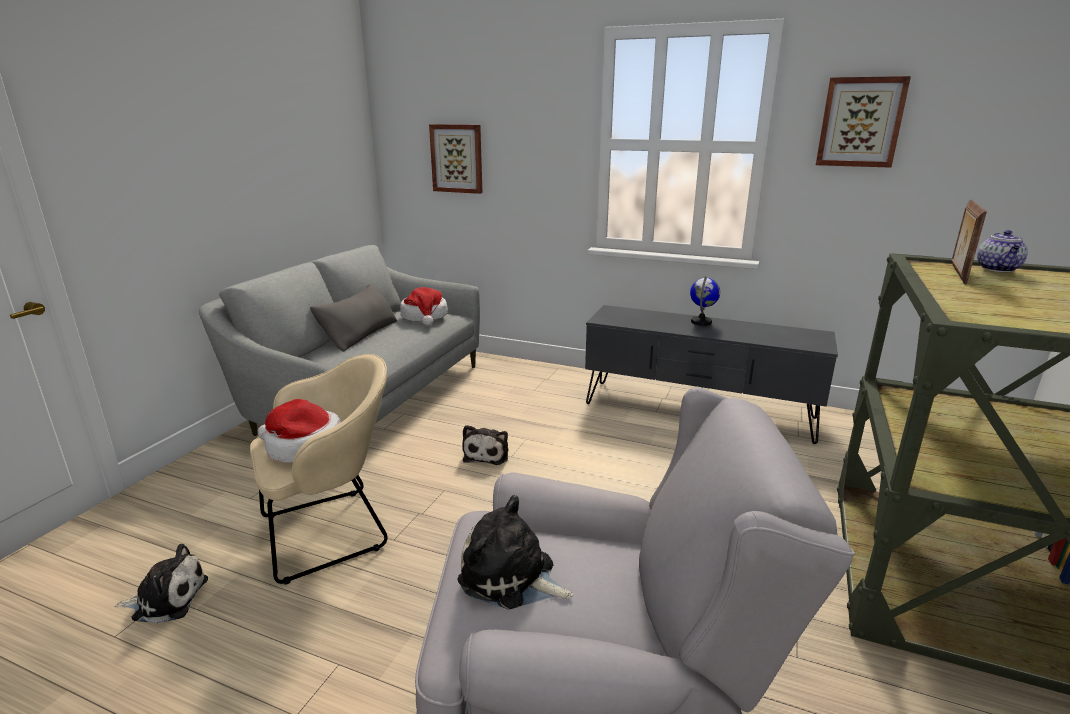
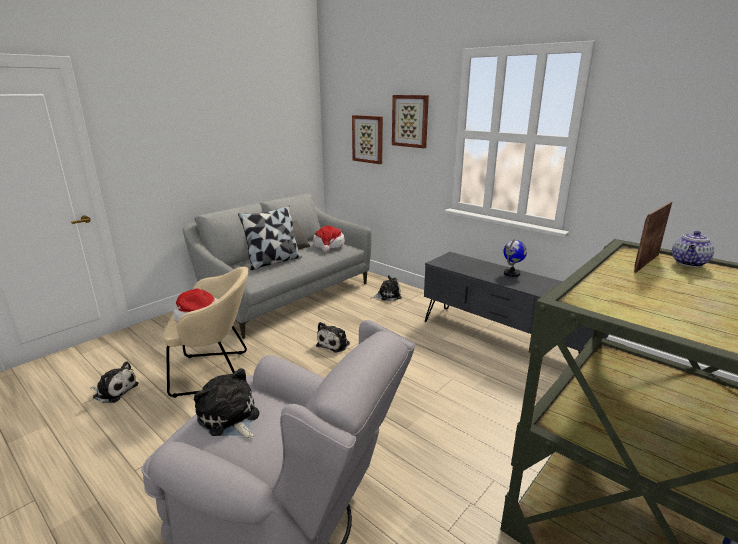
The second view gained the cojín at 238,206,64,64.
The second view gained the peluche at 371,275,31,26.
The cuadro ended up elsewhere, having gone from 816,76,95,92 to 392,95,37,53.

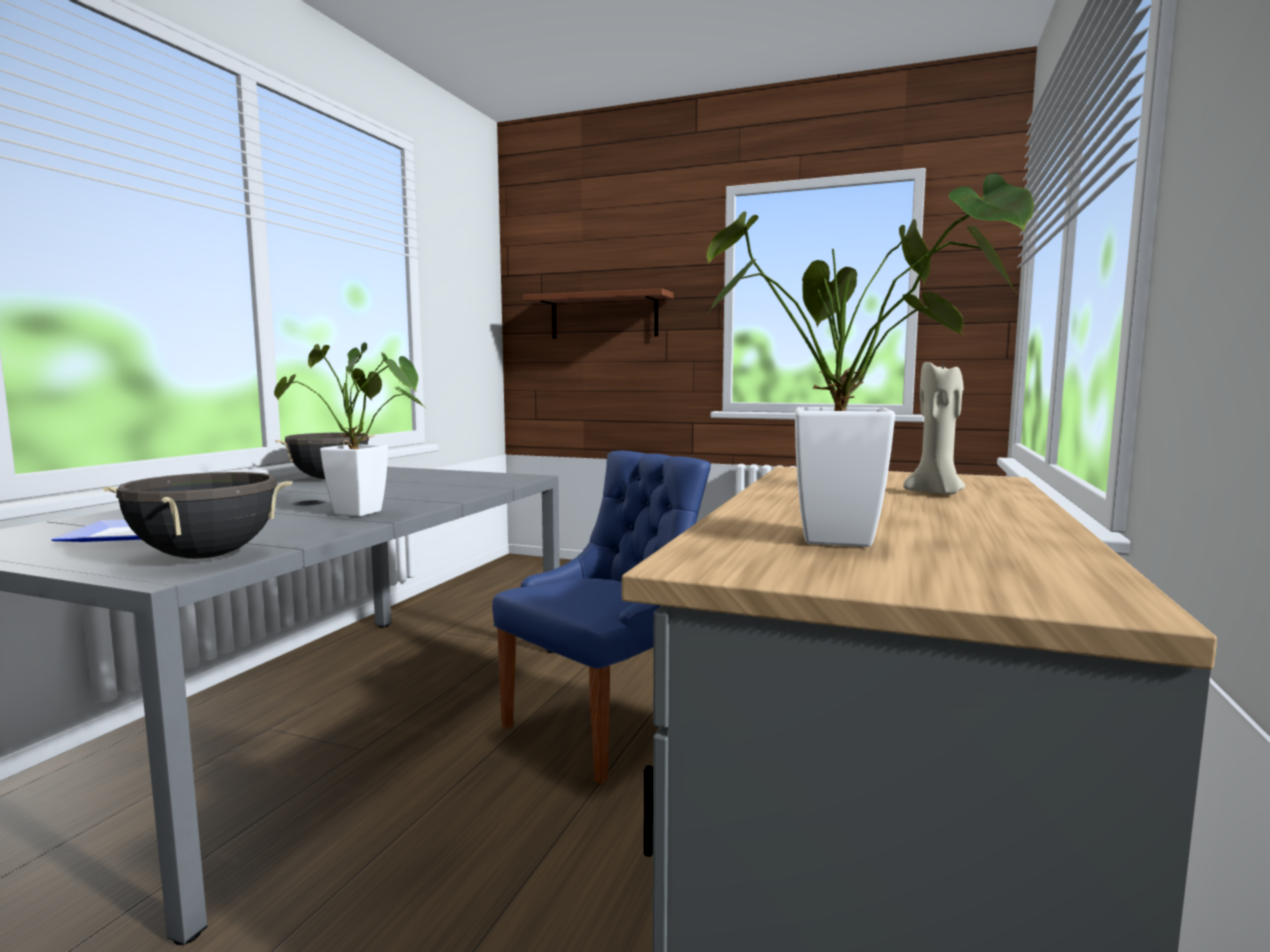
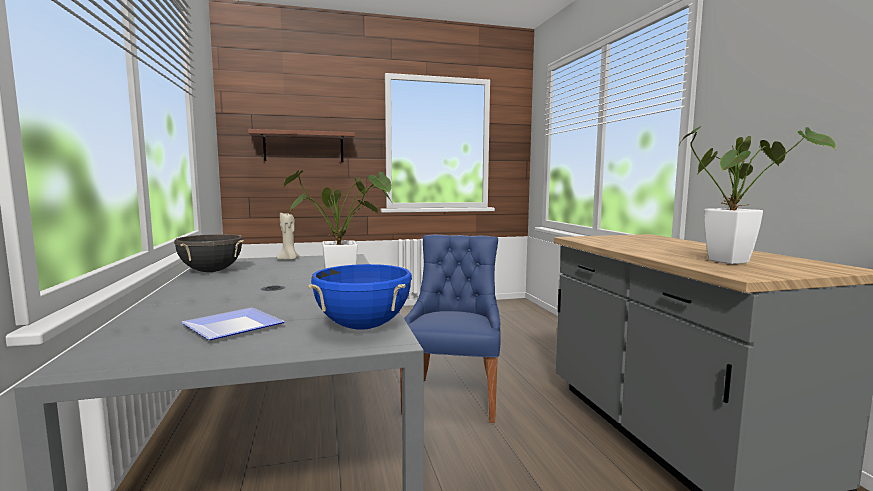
The vela/beis ended up elsewhere, having gone from 903,359,63,136 to 277,213,23,47.
What was the olla/negro at 103,472,190,87 turned into the olla/azul at 307,264,105,66.

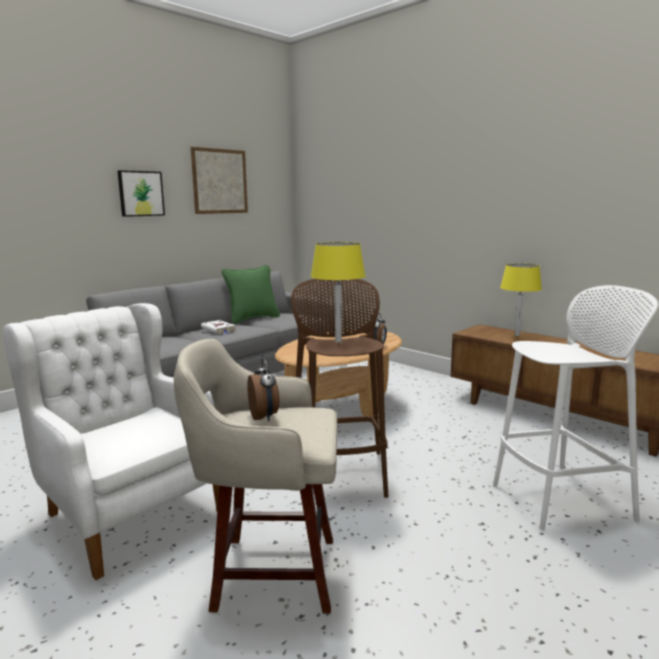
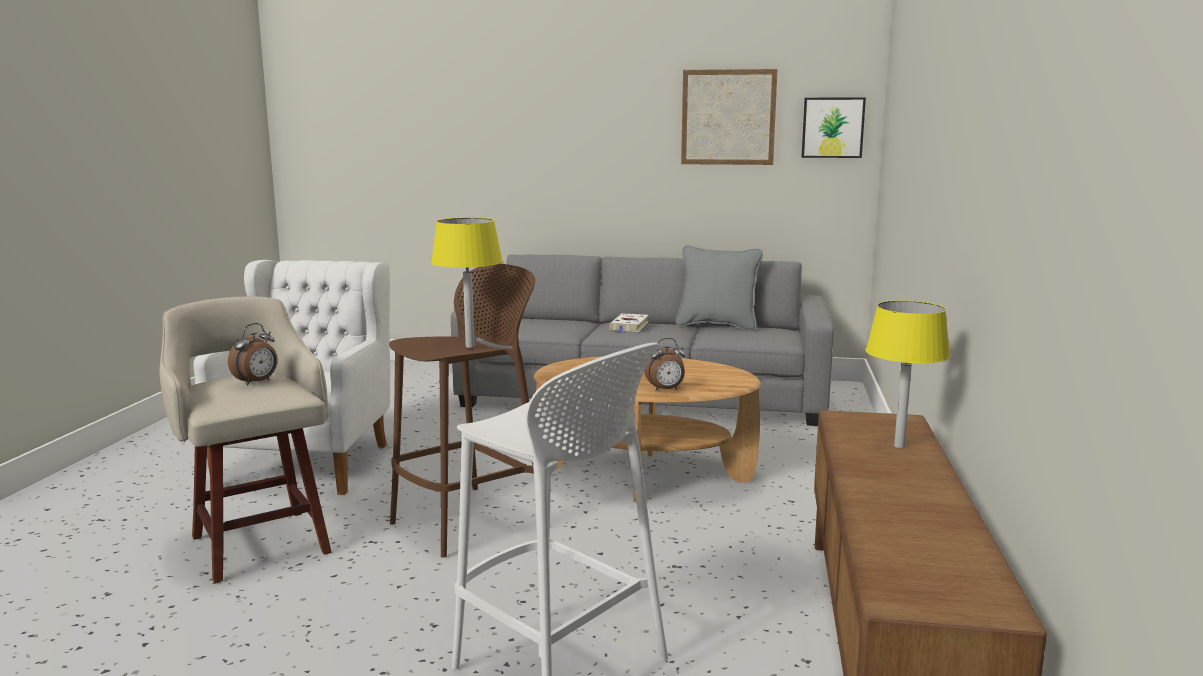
What was the cojín/verde at 221,265,59,59 turned into the cojín/gris at 676,245,87,86.
The cuadro ended up elsewhere, having gone from 118,170,47,47 to 802,97,64,61.

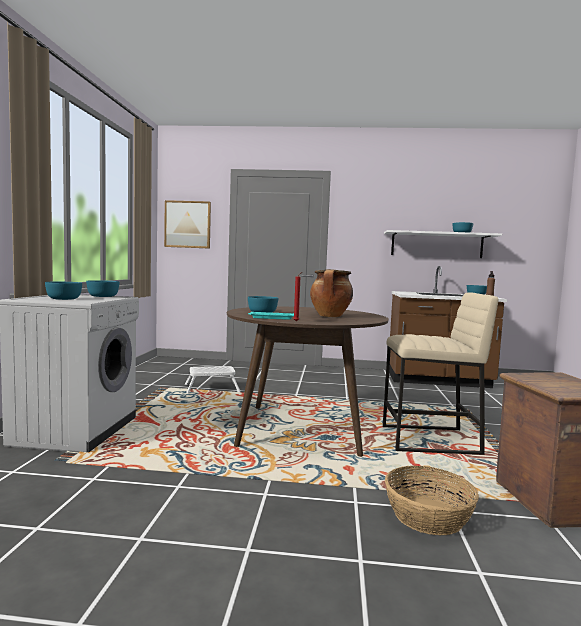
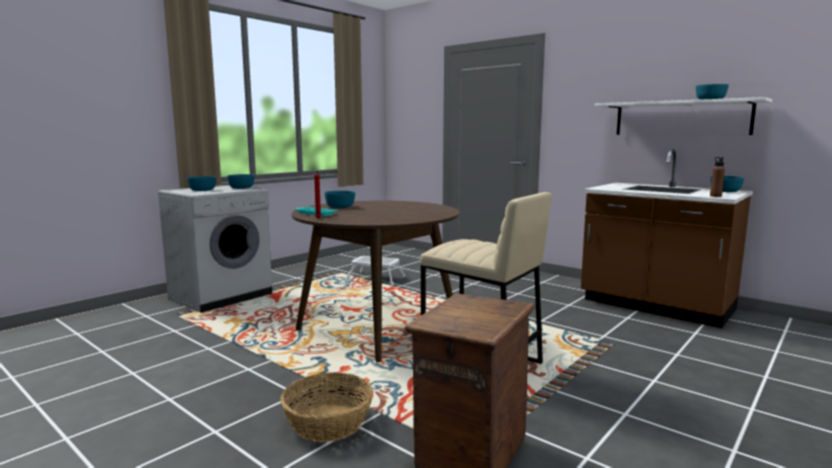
The second view lost the cuadro at 164,200,47,49.
The second view lost the olla at 310,269,43,48.

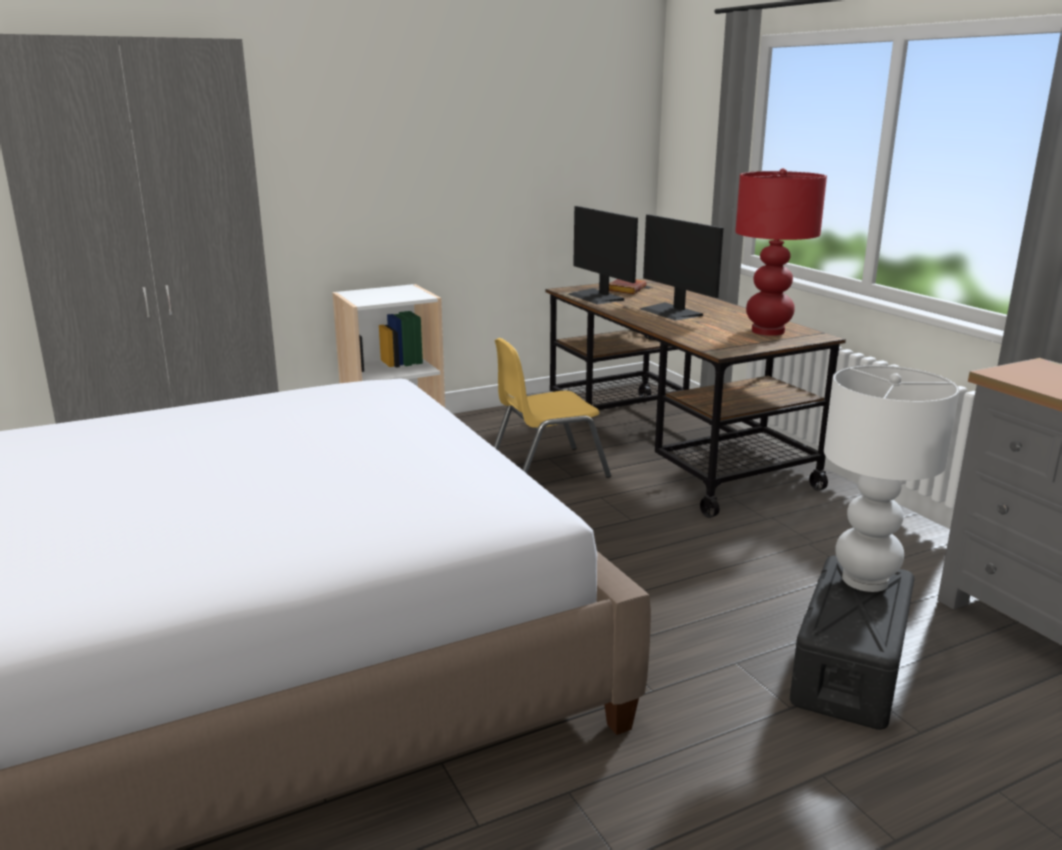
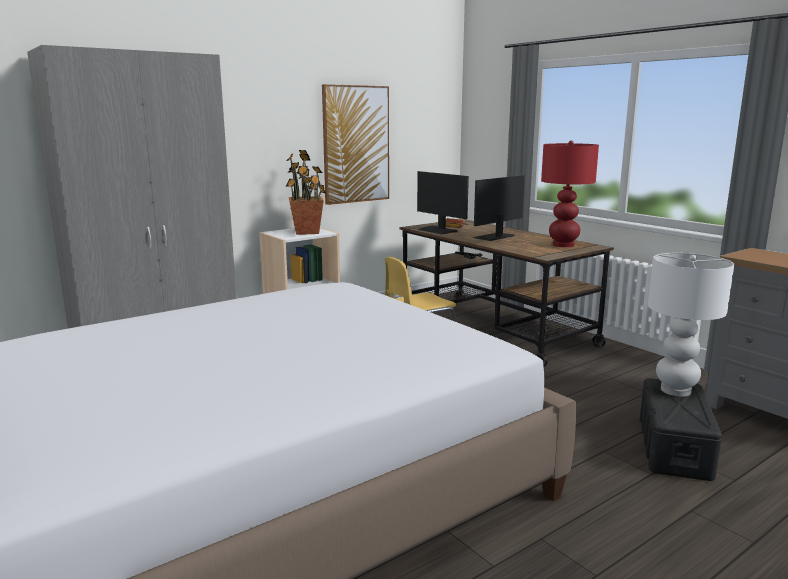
The second view gained the planta en maceta at 286,150,40,85.
The second view gained the cuadro at 322,84,67,121.
The monitor at 640,214,83,107 ended up facing another way, 90 degrees clockwise from before.

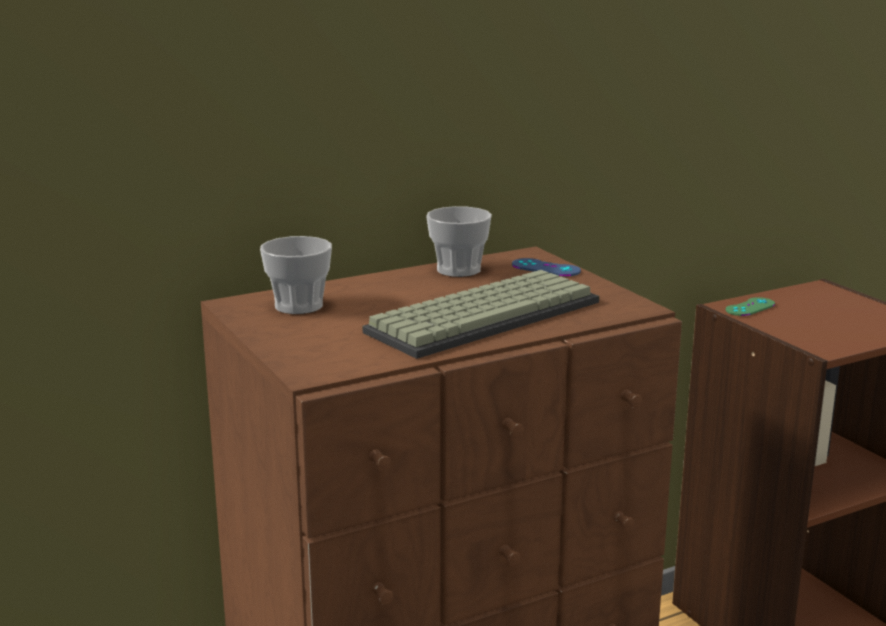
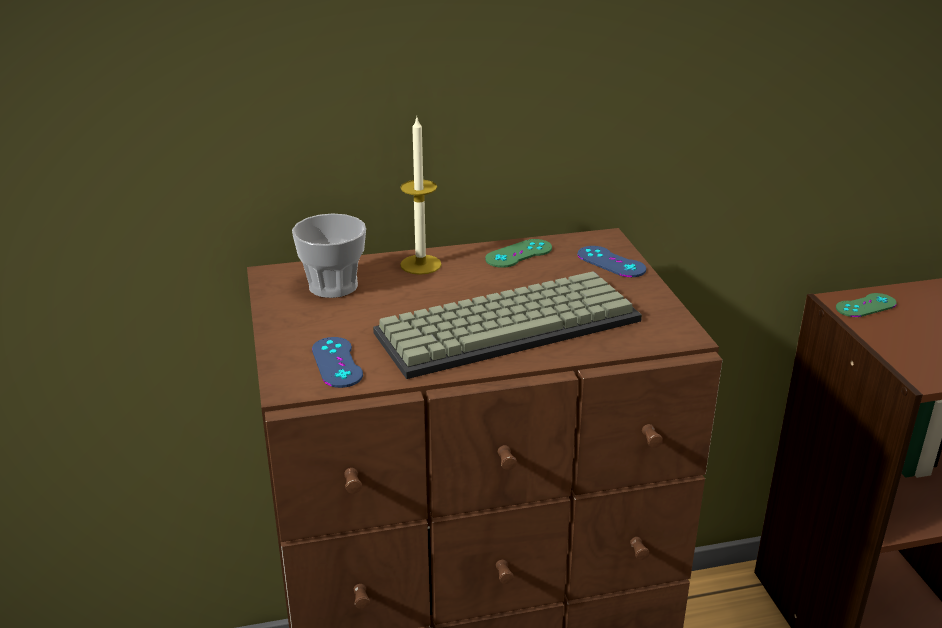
The second view gained the mando de consola/azul at 312,337,51,51.
The second view gained the vela at 400,118,42,157.
Where the taza stood at 426,206,66,71, the mando de consola/verde came to stand at 485,239,67,29.

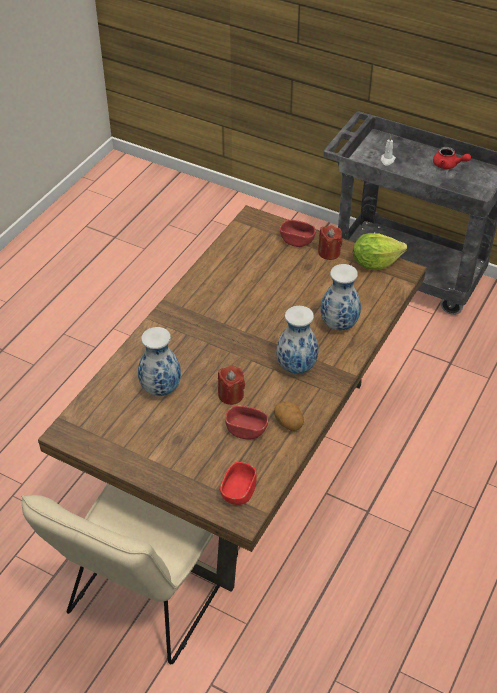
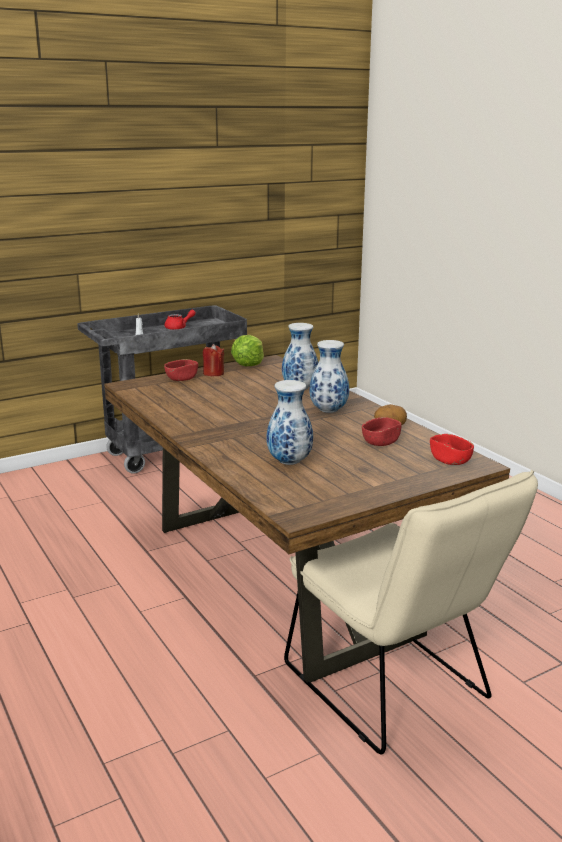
The second view lost the vela/rojo at 218,365,27,40.

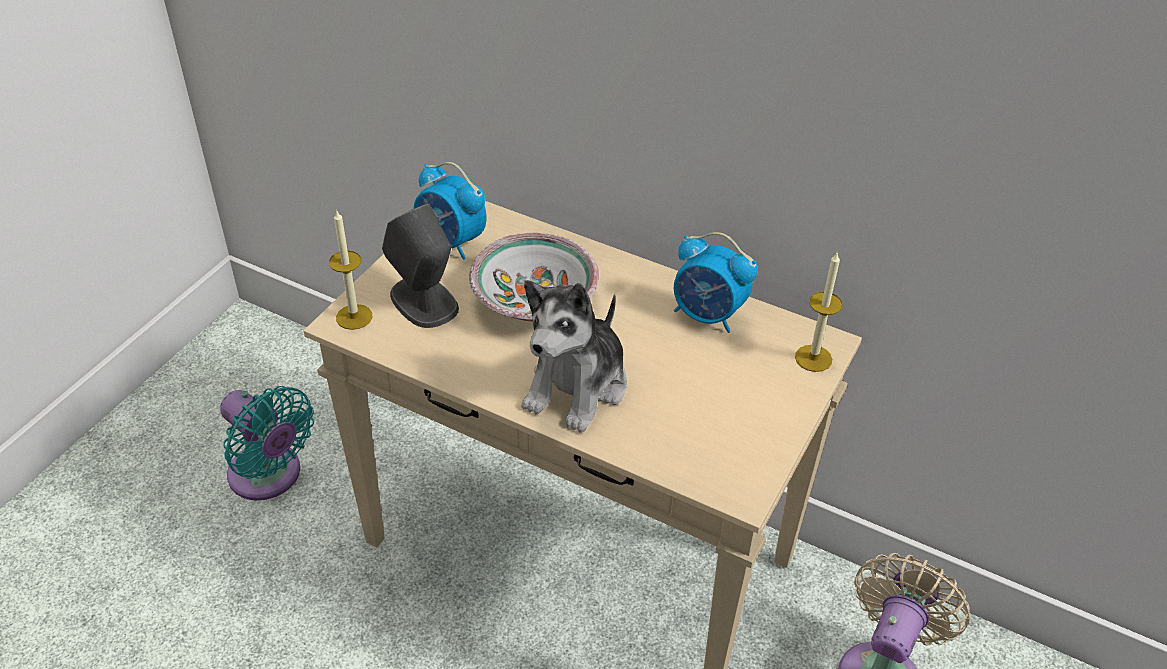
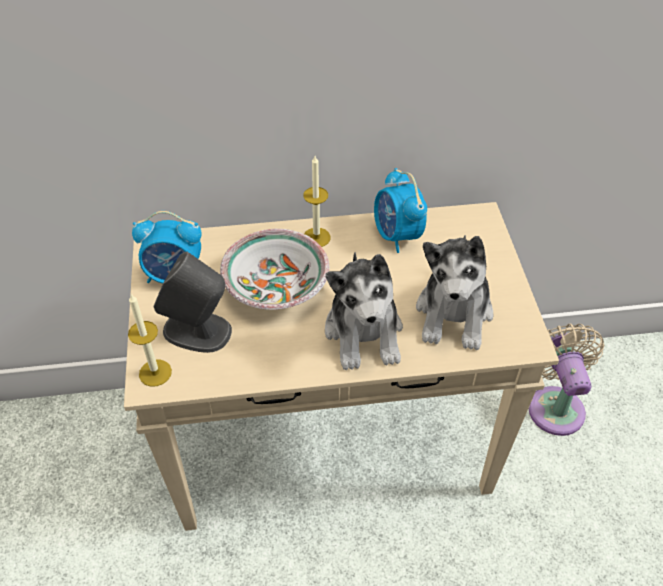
The vela ended up elsewhere, having gone from 795,253,48,119 to 303,156,27,91.
The despertador at 674,232,83,101 ended up facing another way, 75 degrees clockwise from before.
The second view gained the peluche at 416,235,77,115.
The second view lost the ventilador/turquesa at 220,386,94,115.

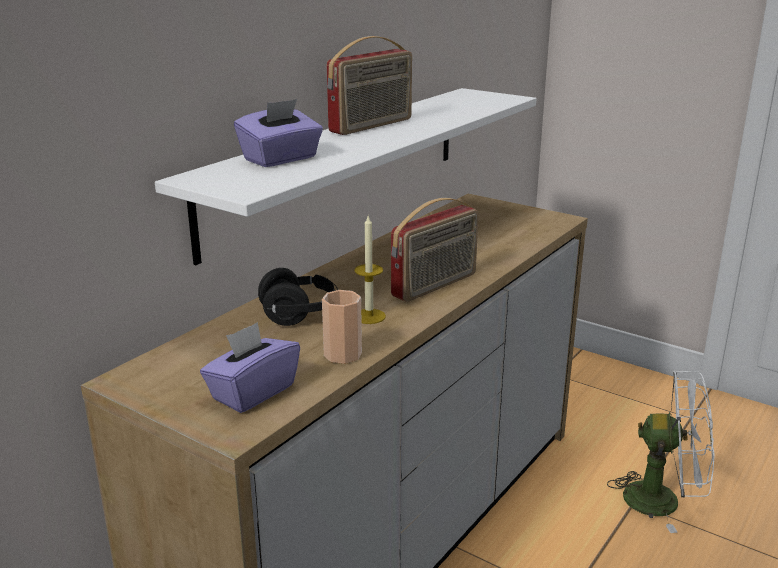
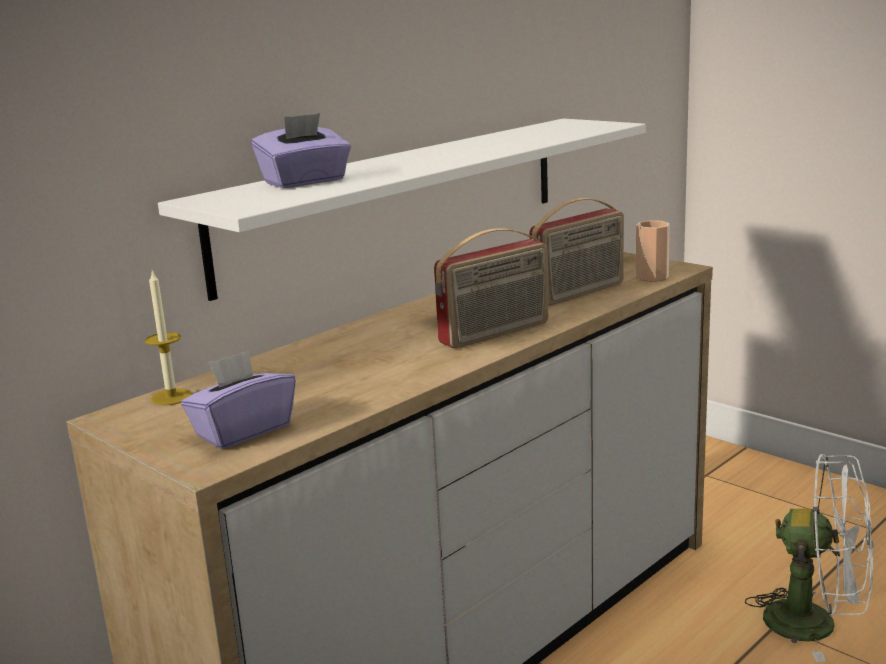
The vela ended up elsewhere, having gone from 354,216,32,108 to 144,270,49,136.
The radio ended up elsewhere, having gone from 327,36,85,99 to 529,198,95,107.
The taza ended up elsewhere, having gone from 322,290,40,74 to 636,220,34,62.
The second view lost the auriculares/negro at 258,268,80,58.

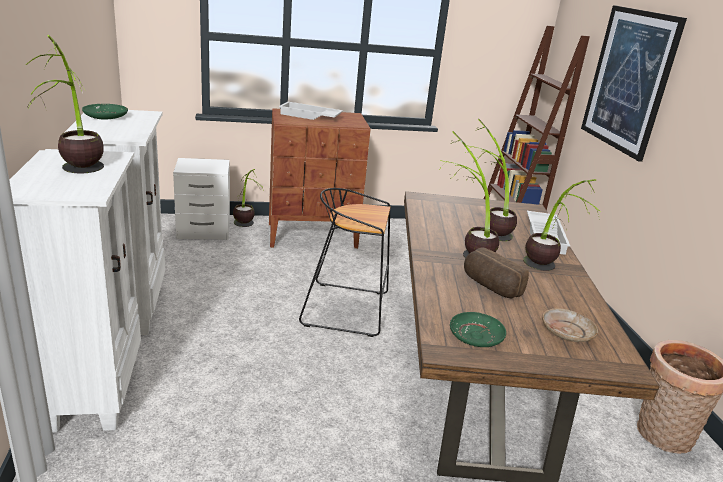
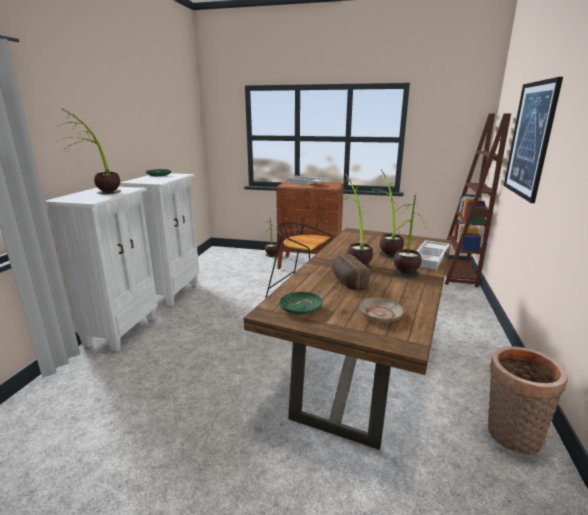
The second view lost the mesita de noche/blanco at 173,158,57,82.

